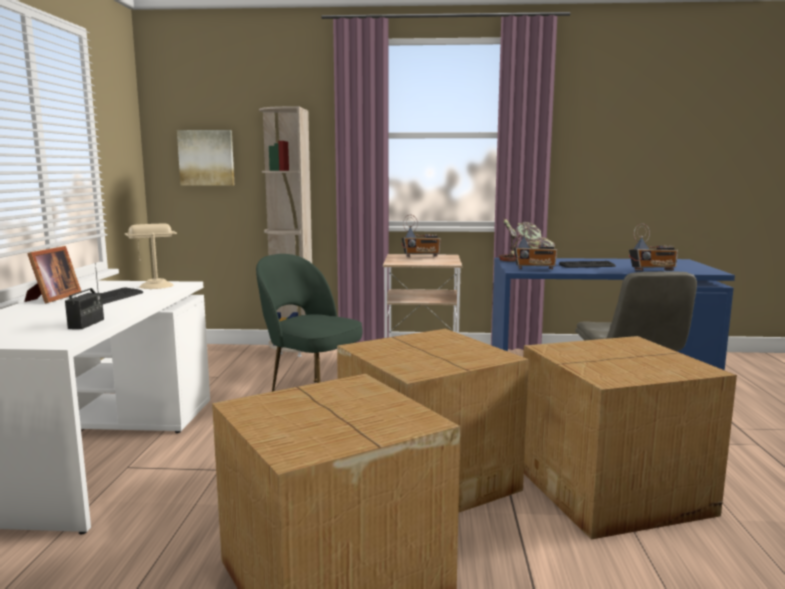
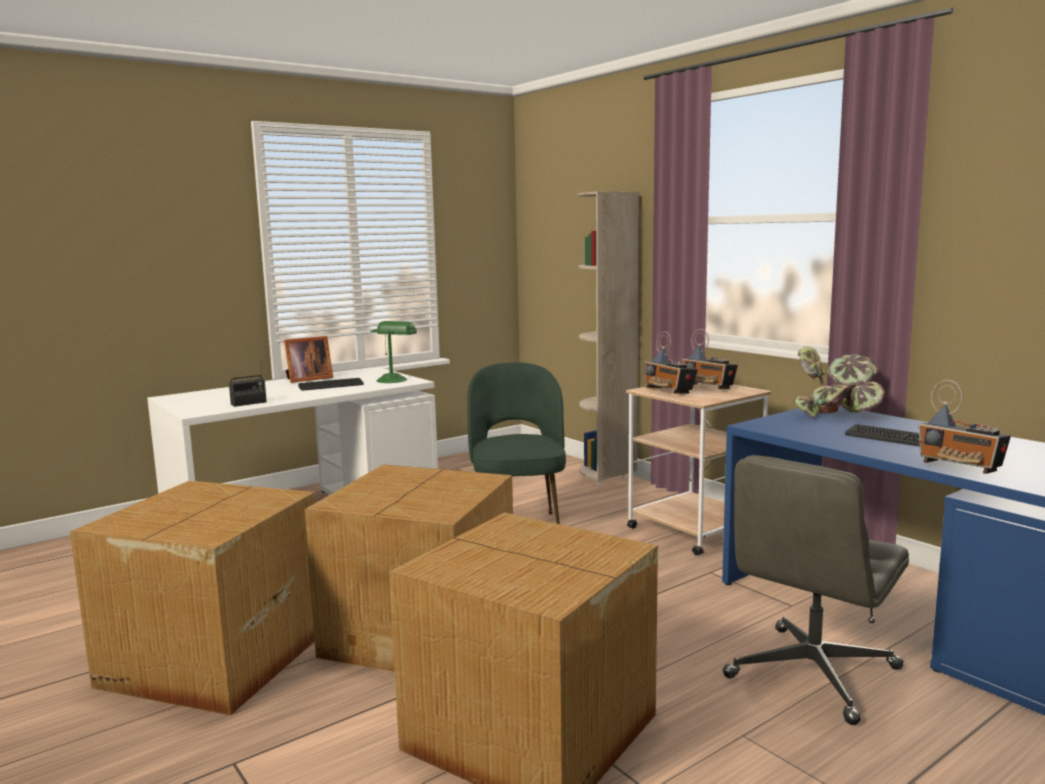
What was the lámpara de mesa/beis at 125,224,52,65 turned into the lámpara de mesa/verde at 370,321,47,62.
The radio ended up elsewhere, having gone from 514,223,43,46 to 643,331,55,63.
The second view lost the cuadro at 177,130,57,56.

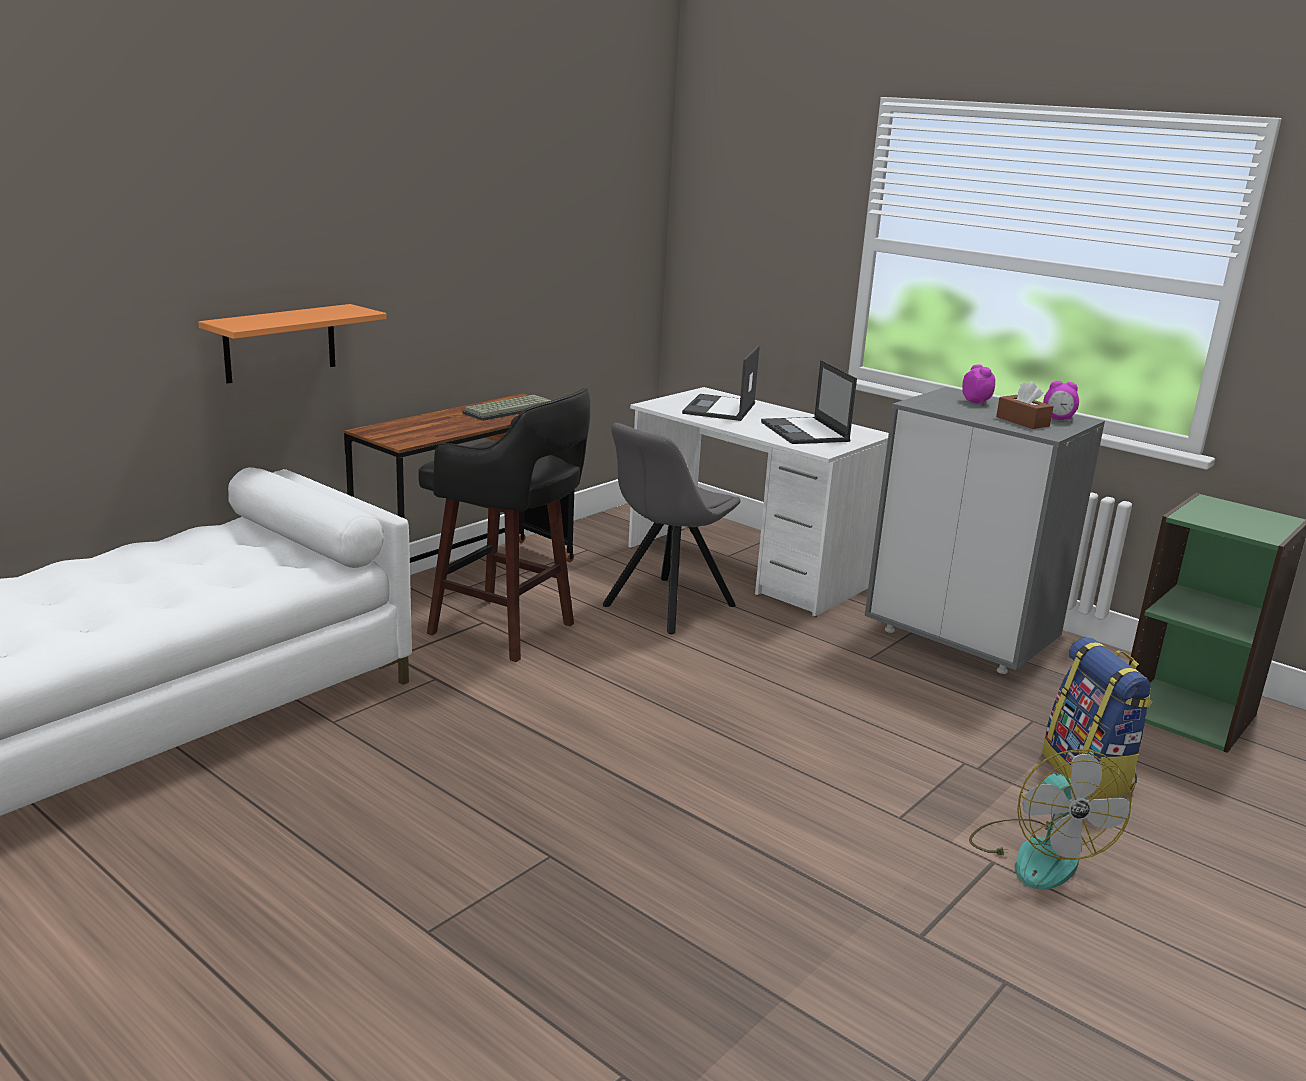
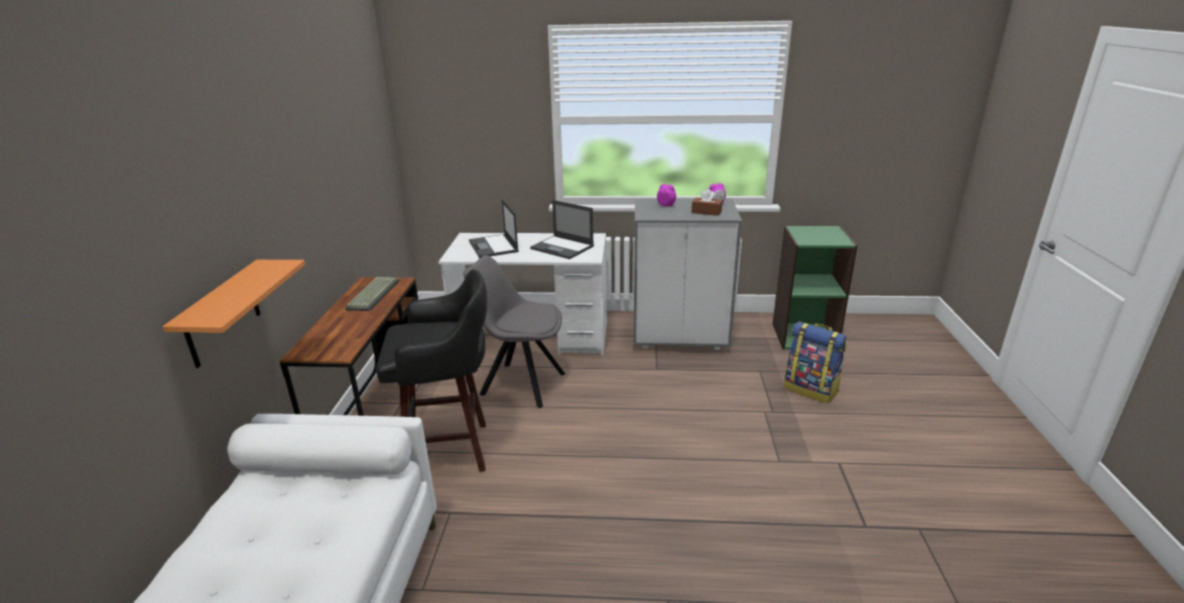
The silla/gris at 603,423,138,211 ended up facing another way, 105 degrees clockwise from before.
The second view lost the ventilador at 969,749,162,141.

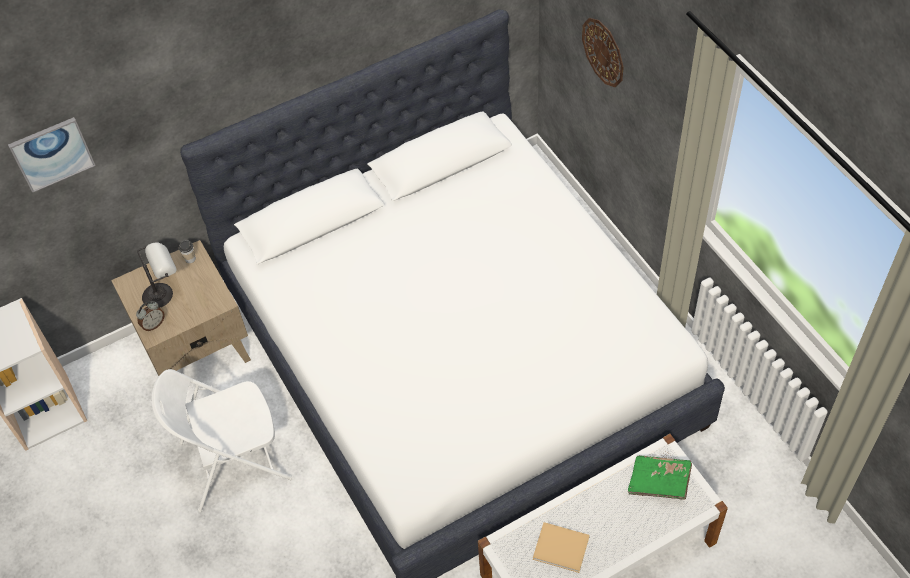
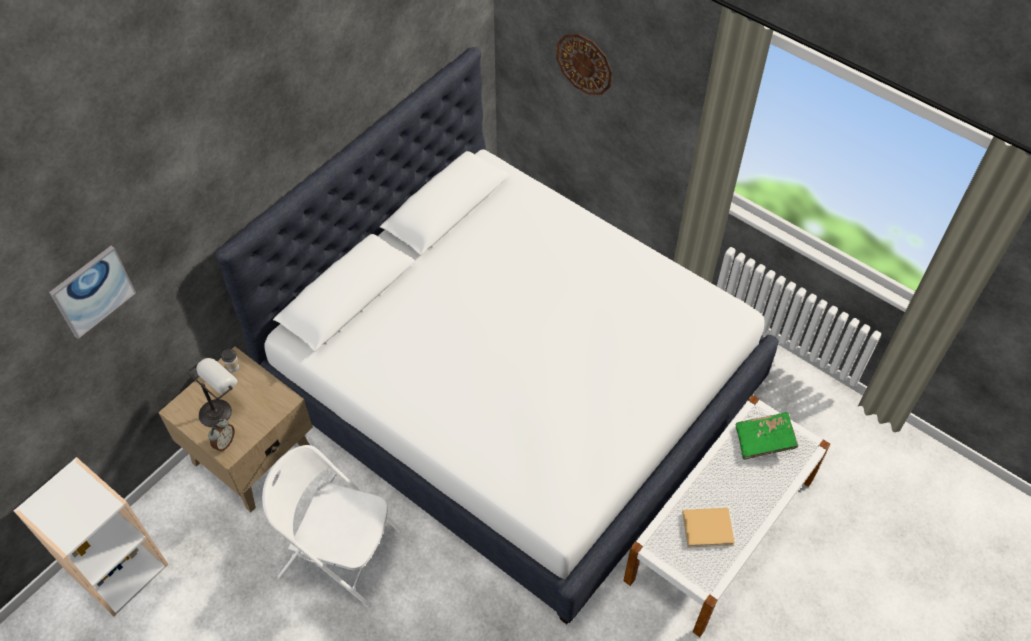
The silla/blanco at 152,369,140,144 ended up facing another way, 60 degrees clockwise from before.

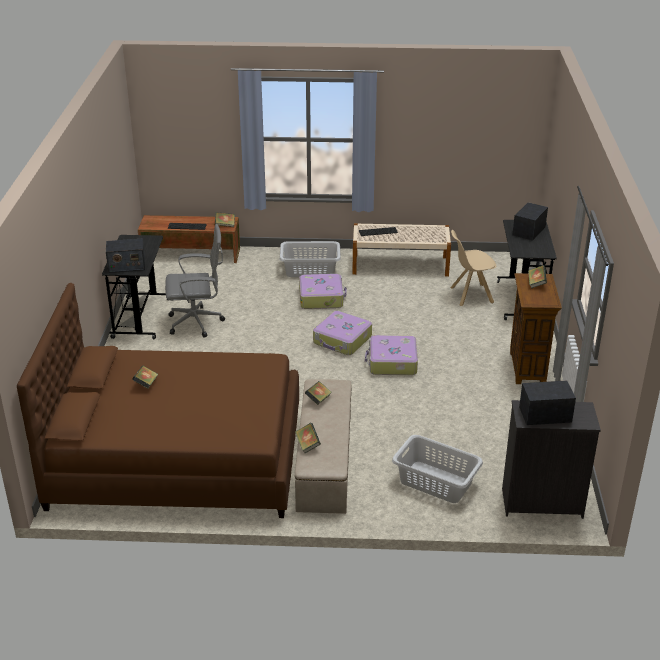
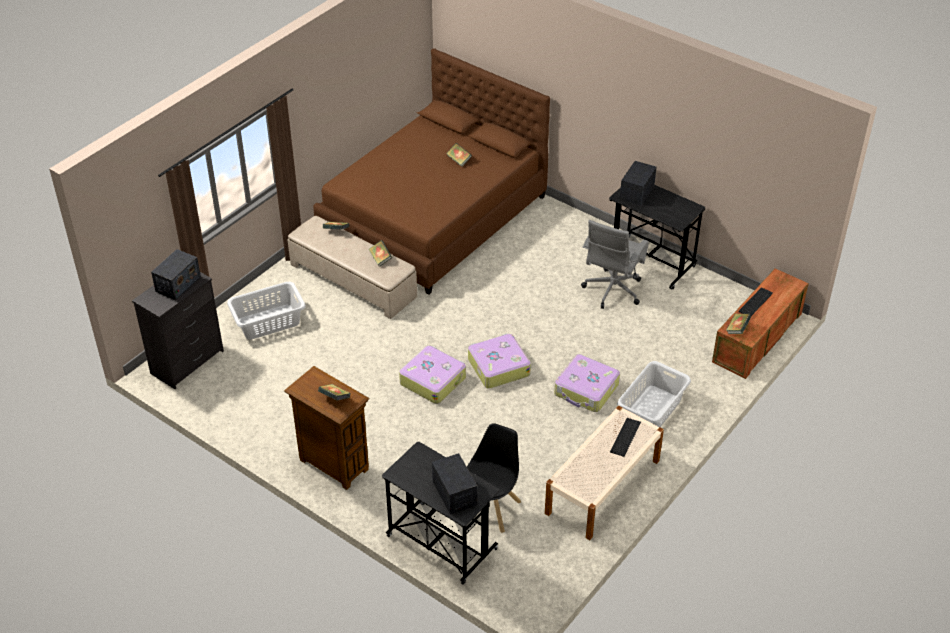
What was the silla/beis at 450,230,46,76 turned into the silla/negro at 467,423,55,110.

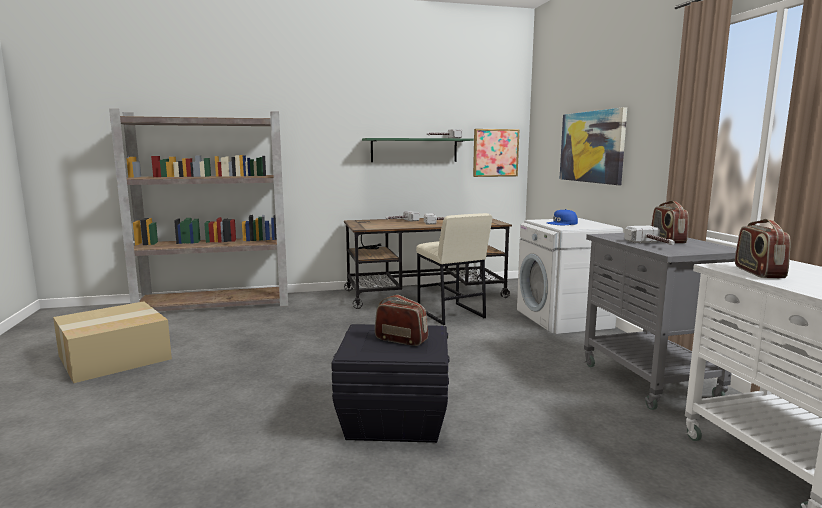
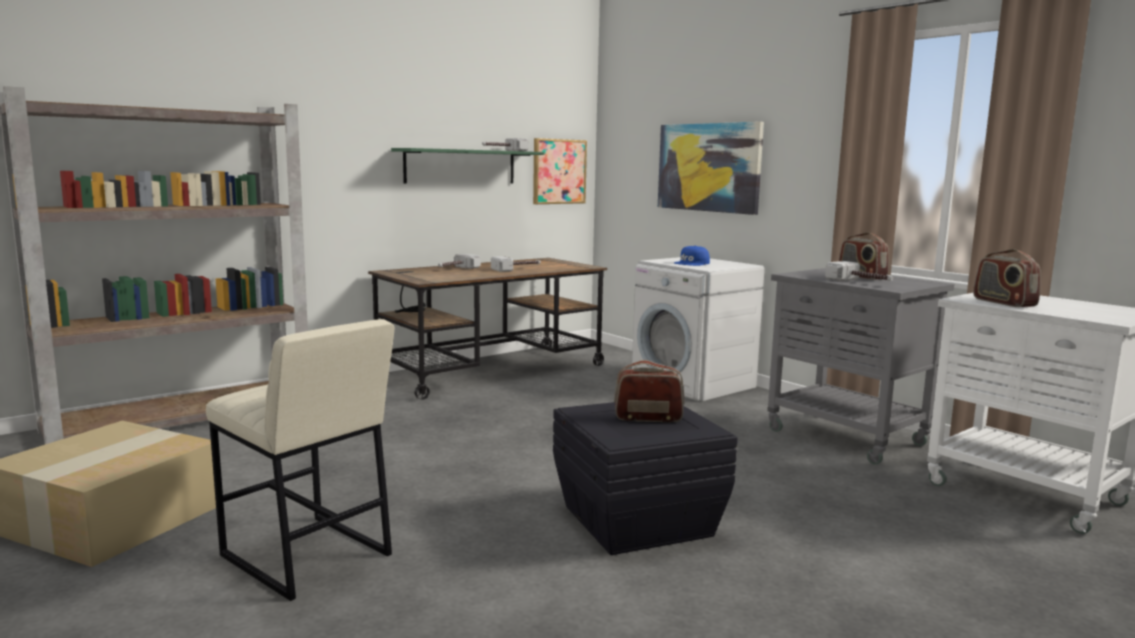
The silla/beis ended up elsewhere, having gone from 416,213,76,112 to 206,319,188,282.

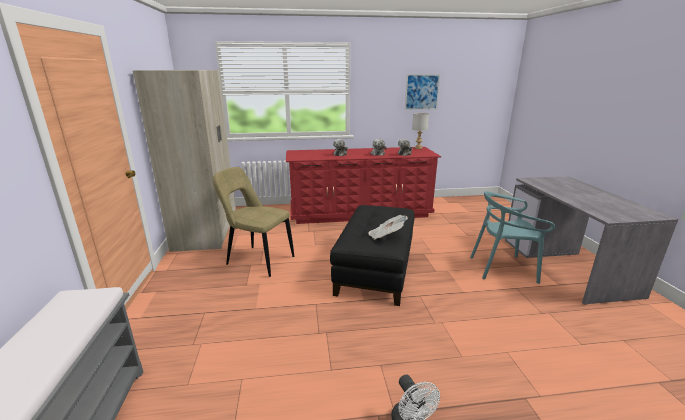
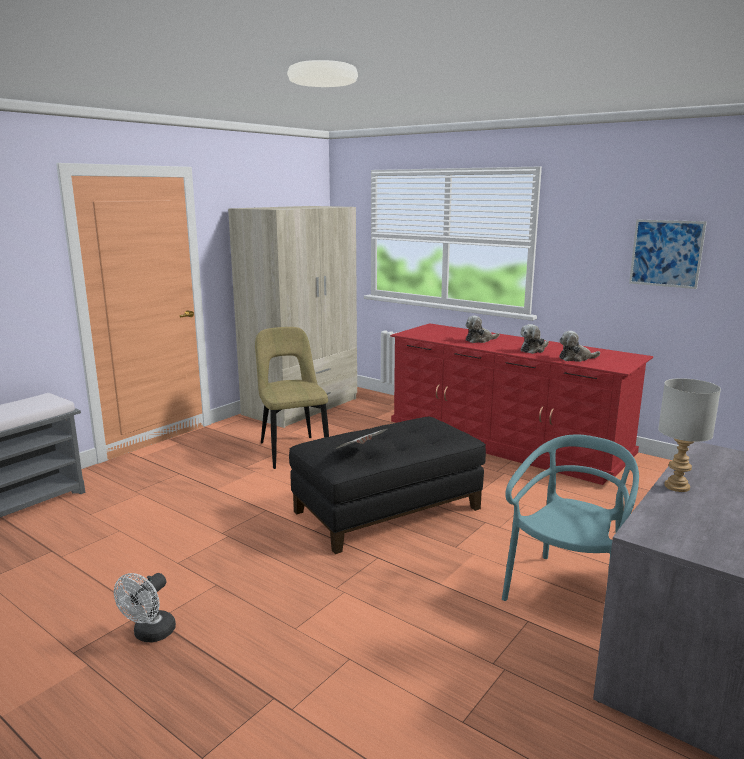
The silla/turquesa at 470,191,85,93 ended up facing another way, 75 degrees clockwise from before.
The lámpara de mesa/gris ended up elsewhere, having gone from 412,113,17,36 to 658,378,63,114.

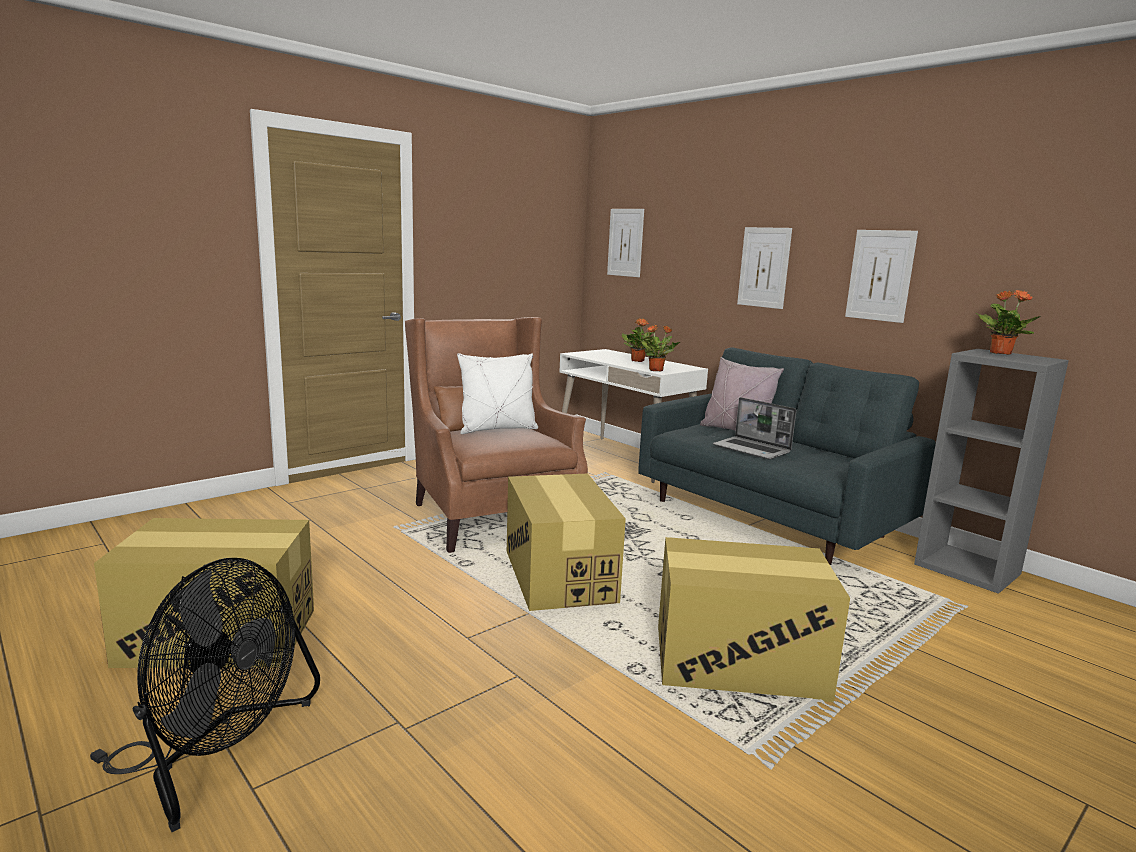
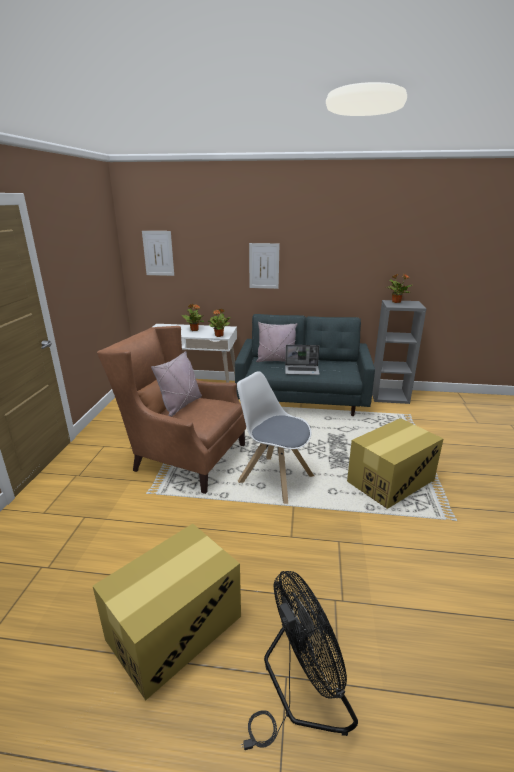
What was the cojín/blanco at 457,353,81,81 turned into the cojín/morado at 151,351,51,66.
Where the caja de cartón stood at 507,473,119,138, the silla came to stand at 237,371,77,133.
The second view lost the cuadro at 845,230,73,93.

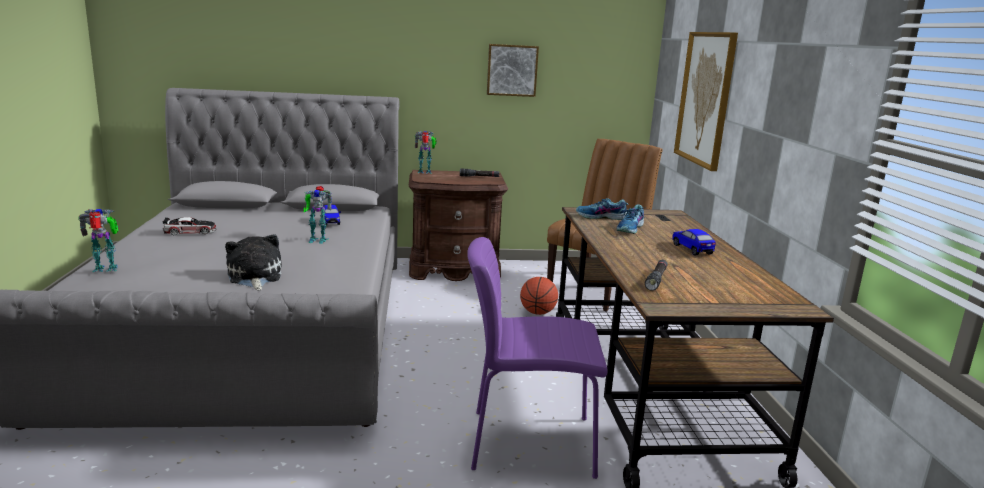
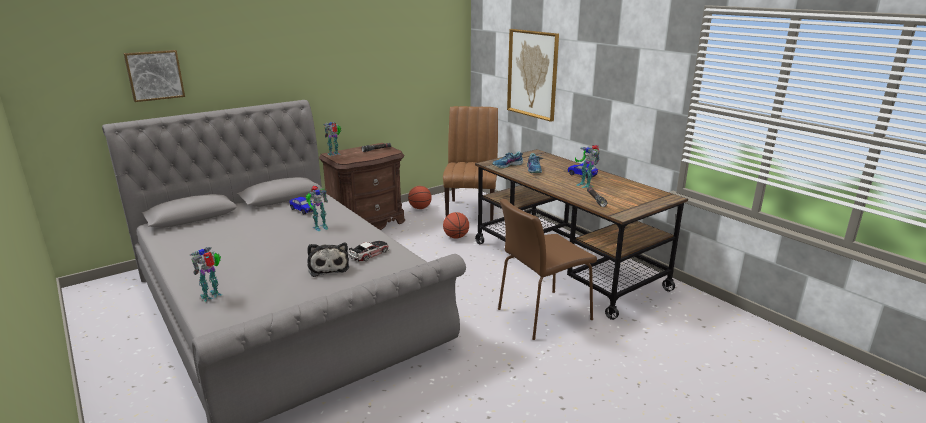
The cuadro ended up elsewhere, having gone from 487,44,52,53 to 123,50,62,52.
The peluche at 225,234,57,56 ended up facing another way, 150 degrees counterclockwise from before.
The coche de juguete ended up elsewhere, having gone from 163,217,53,18 to 349,241,40,21.
The second view gained the balón de baloncesto at 408,186,24,23.
What was the silla/morado at 467,237,140,242 turned into the silla/marrón at 498,199,99,141.
The second view gained the robot de juguete at 575,145,25,43.

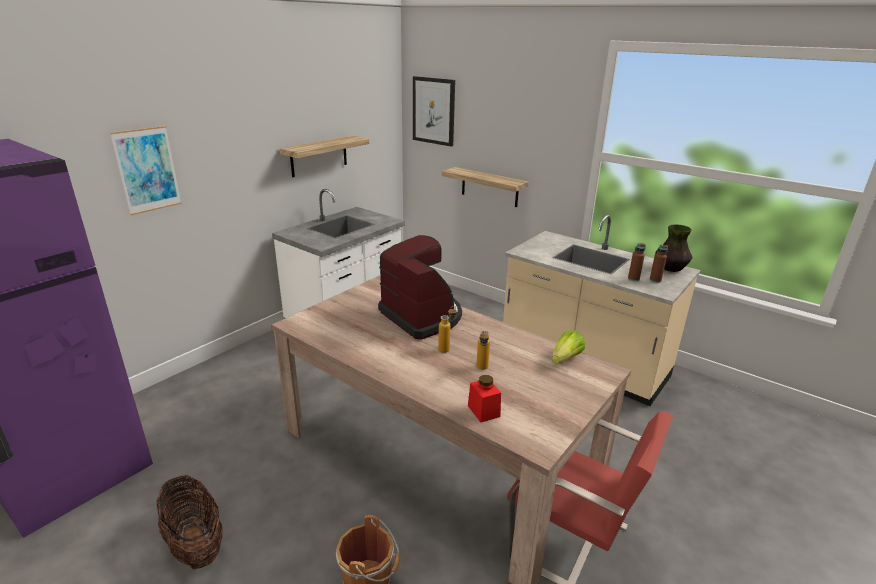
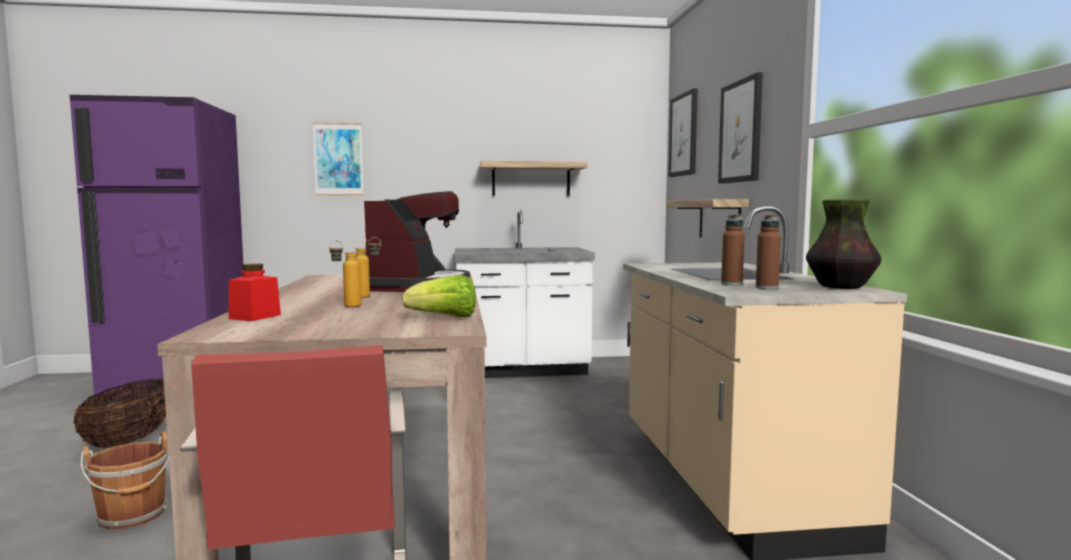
The second view gained the cuadro at 718,72,45,112.

